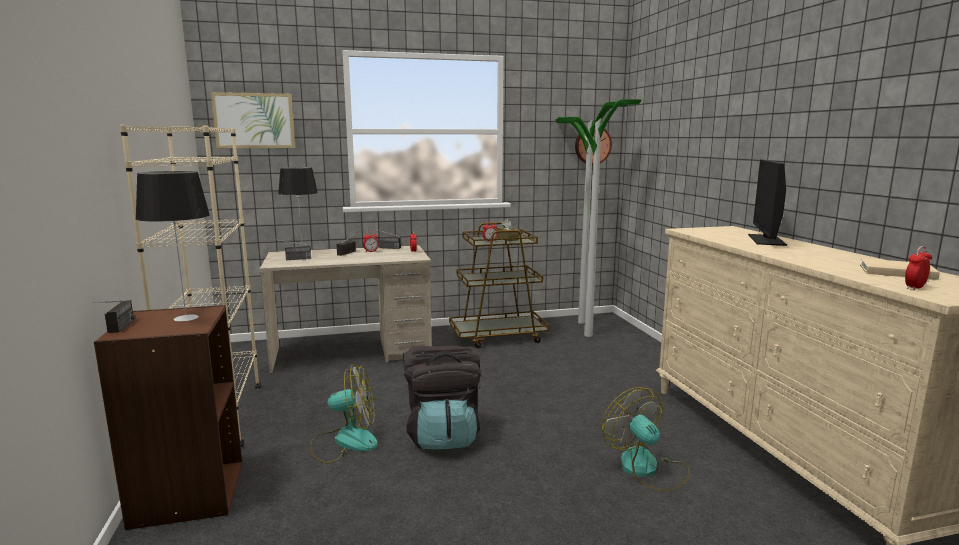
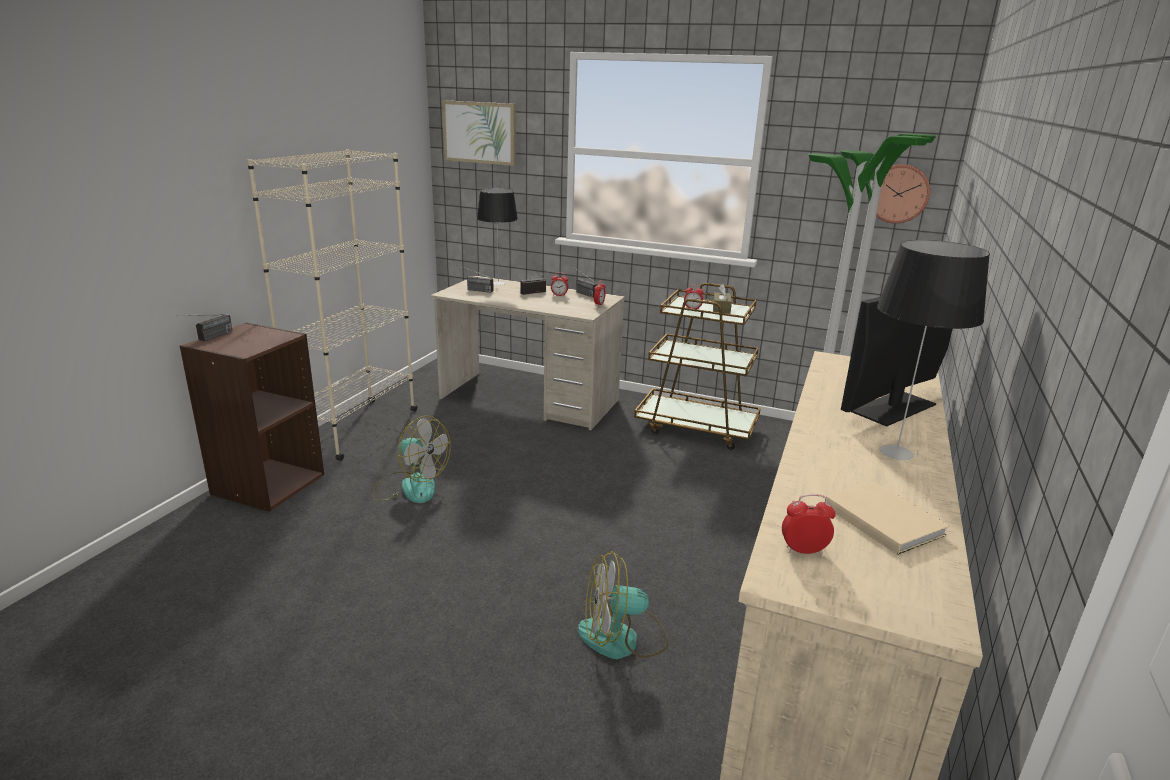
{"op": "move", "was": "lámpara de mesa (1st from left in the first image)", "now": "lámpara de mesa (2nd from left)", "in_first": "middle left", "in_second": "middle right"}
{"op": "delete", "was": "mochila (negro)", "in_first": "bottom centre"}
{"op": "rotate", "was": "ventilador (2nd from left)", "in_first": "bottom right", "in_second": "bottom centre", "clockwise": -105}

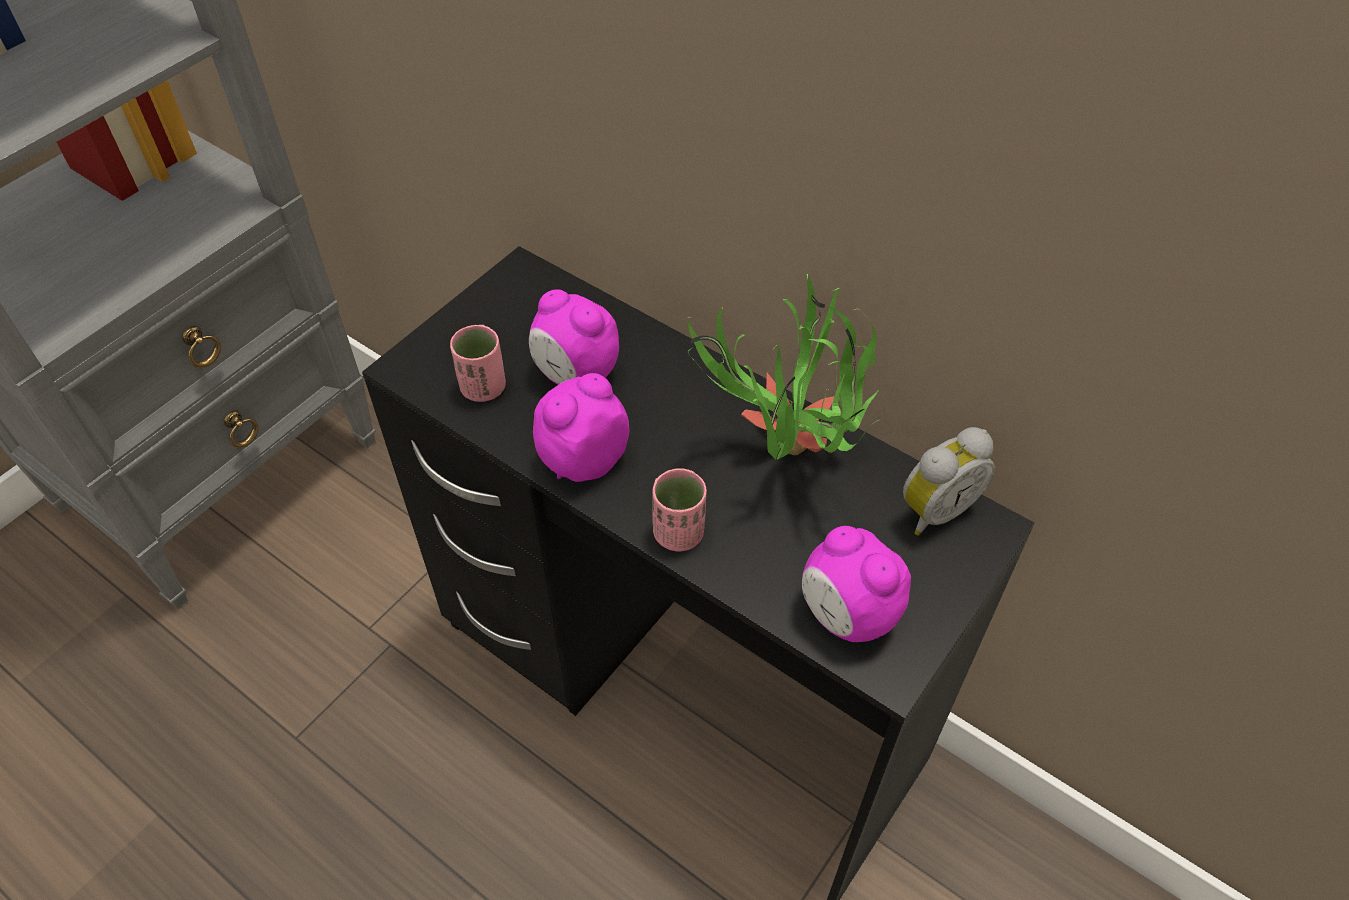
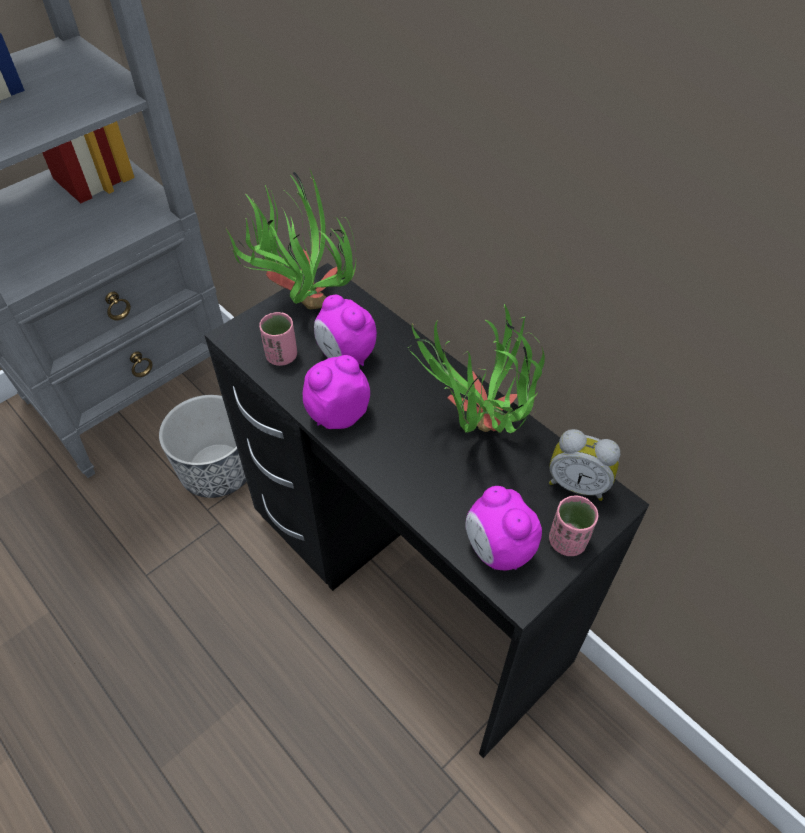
{"op": "rotate", "was": "despertador (4th from left)", "in_first": "middle right", "in_second": "middle right", "clockwise": 45}
{"op": "move", "was": "taza (rosa) (2nd from left)", "in_first": "centre", "in_second": "middle right"}
{"op": "insert", "now": "planta en maceta (1st from left)", "in_second": "top centre"}
{"op": "insert", "now": "maceta", "in_second": "middle left"}

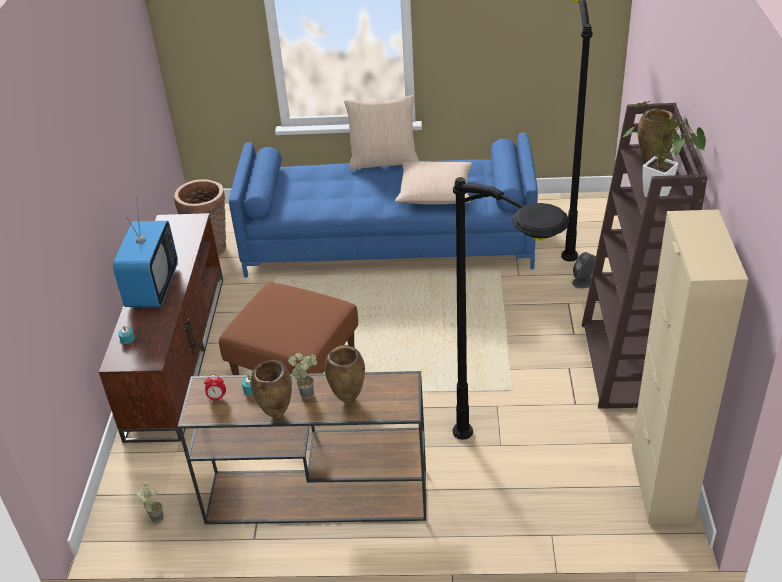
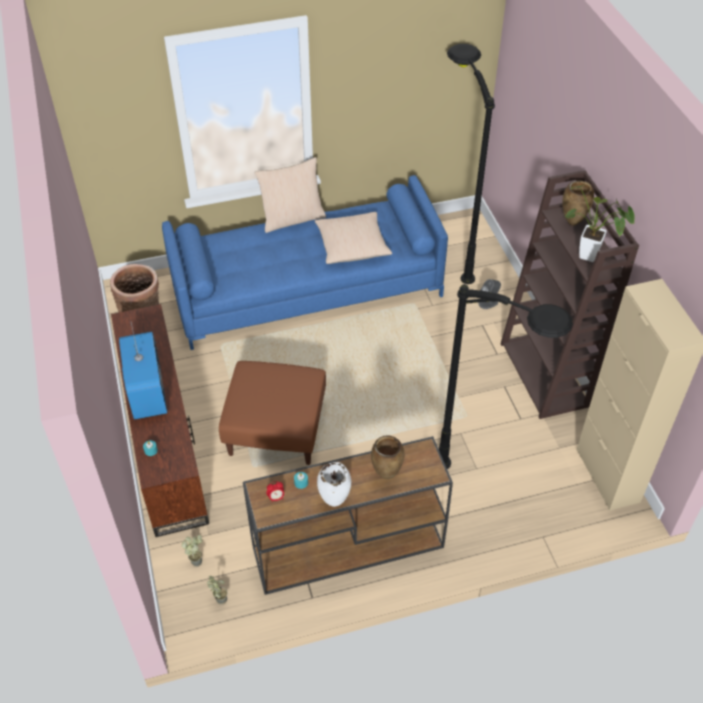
{"op": "move", "was": "planta en maceta (2nd from left in the first image)", "now": "planta en maceta (1st from left)", "in_first": "centre", "in_second": "bottom left"}
{"op": "recolor", "was": "florero (marrón) (1st from left)", "now": "florero (blanco)", "in_first": "bottom centre", "in_second": "bottom centre"}

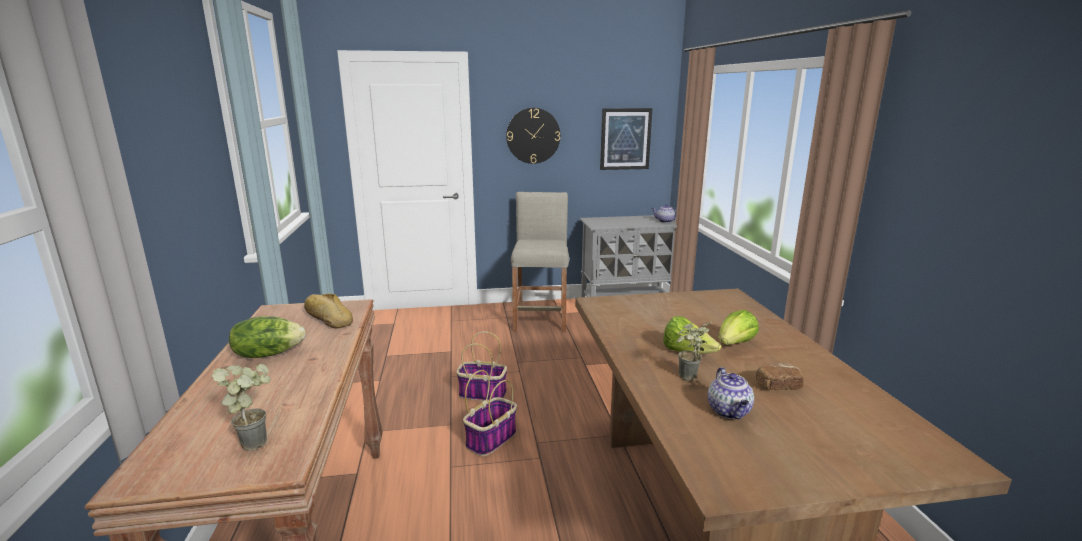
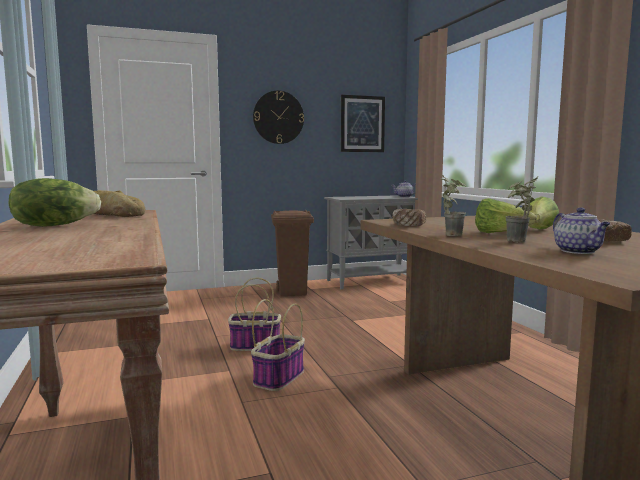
{"op": "replace", "was": "taburete (beis)", "now": "papelera (marrón)", "in_first": "centre", "in_second": "centre"}
{"op": "move", "was": "planta en maceta (1st from left)", "in_first": "bottom left", "in_second": "middle right"}
{"op": "insert", "now": "pan (2nd from left)", "in_second": "centre"}

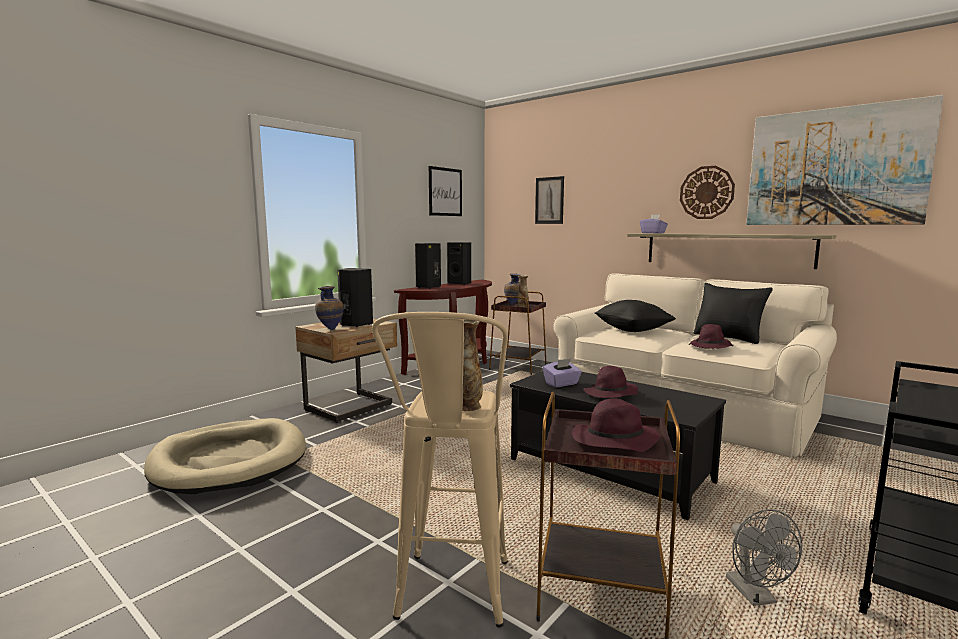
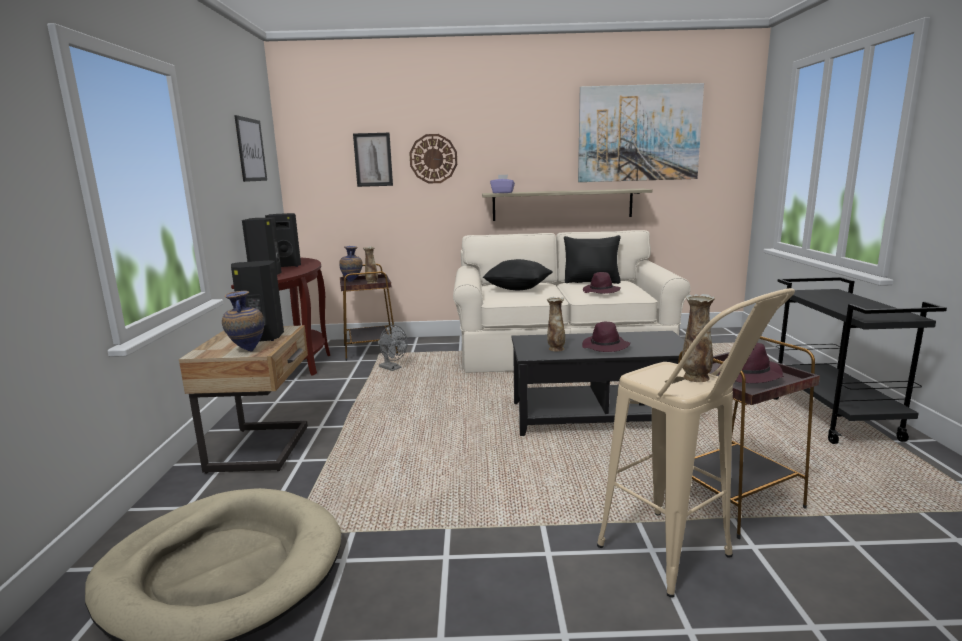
{"op": "move", "was": "reloj de pared", "in_first": "top right", "in_second": "top centre"}
{"op": "replace", "was": "caja de pañuelos (morado) (1st from left)", "now": "florero (4th from left)", "in_first": "centre", "in_second": "centre"}
{"op": "move", "was": "ventilador (gris)", "in_first": "bottom right", "in_second": "centre"}

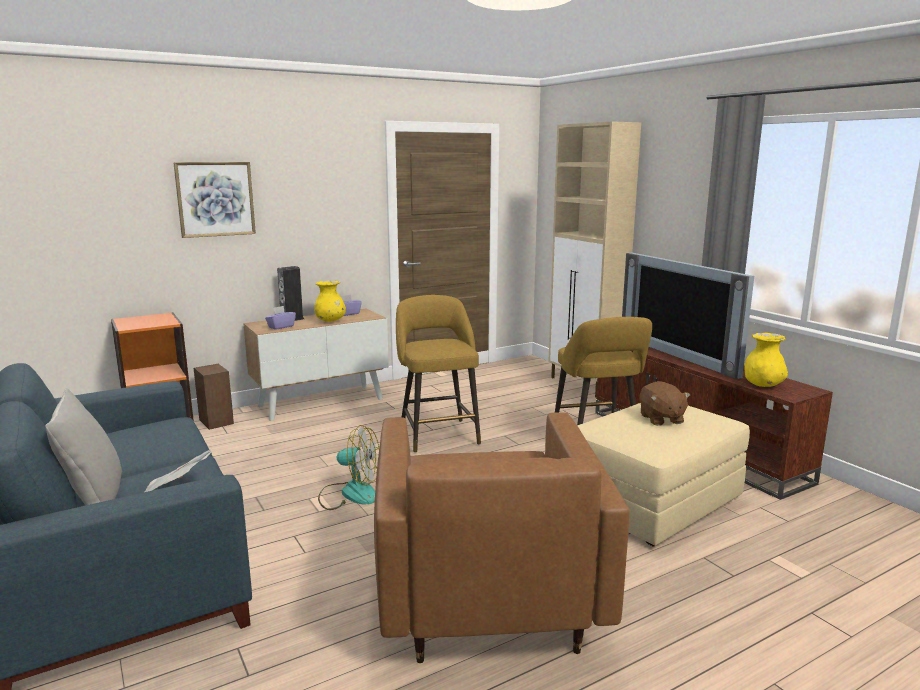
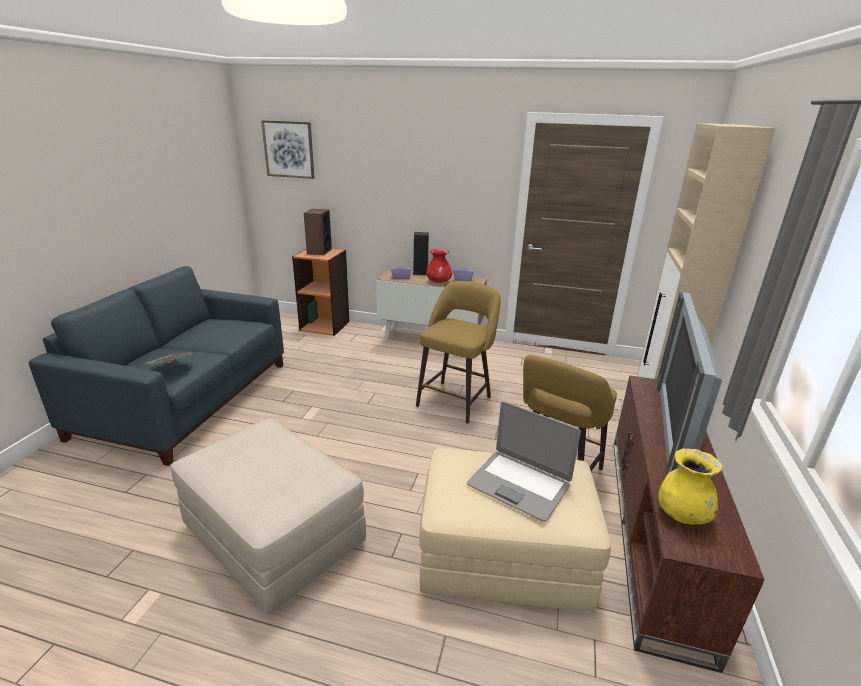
{"op": "move", "was": "cuadro", "in_first": "top left", "in_second": "top centre"}
{"op": "recolor", "was": "florero (amarillo) (1st from left)", "now": "florero (rojo)", "in_first": "centre", "in_second": "centre"}
{"op": "move", "was": "altavoz (1st from left)", "in_first": "middle left", "in_second": "centre"}
{"op": "replace", "was": "peluche (marrón)", "now": "portátil", "in_first": "middle right", "in_second": "bottom centre"}
{"op": "delete", "was": "cojín (gris)", "in_first": "middle left"}
{"op": "replace", "was": "sillón (marrón)", "now": "puf (beis) (1st from left)", "in_first": "bottom centre", "in_second": "bottom left"}
{"op": "delete", "was": "ventilador", "in_first": "bottom centre"}

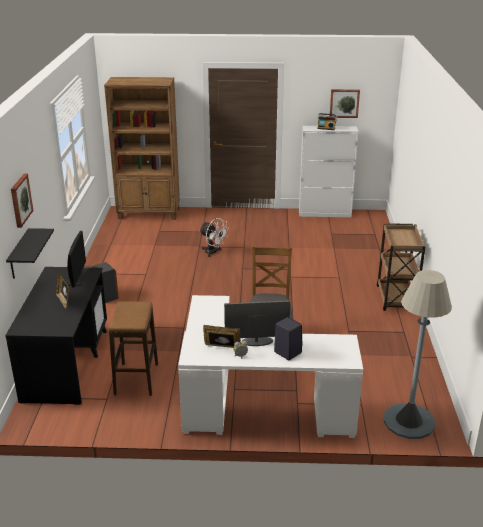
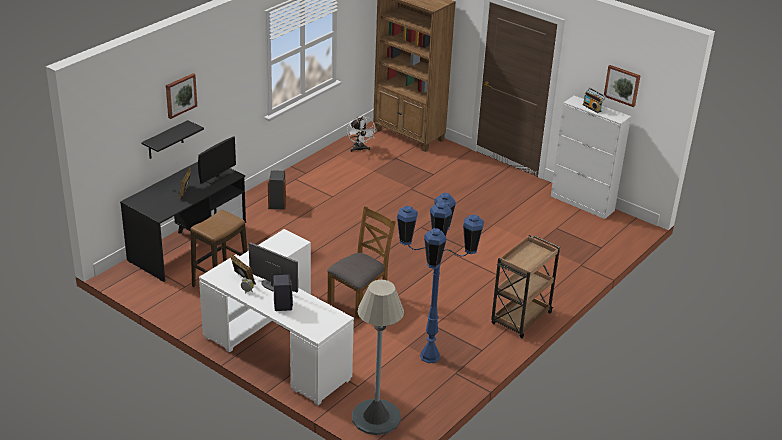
{"op": "move", "was": "ventilador (blanco)", "in_first": "centre", "in_second": "top centre"}
{"op": "insert", "now": "lámpara de pie (azul)", "in_second": "centre"}

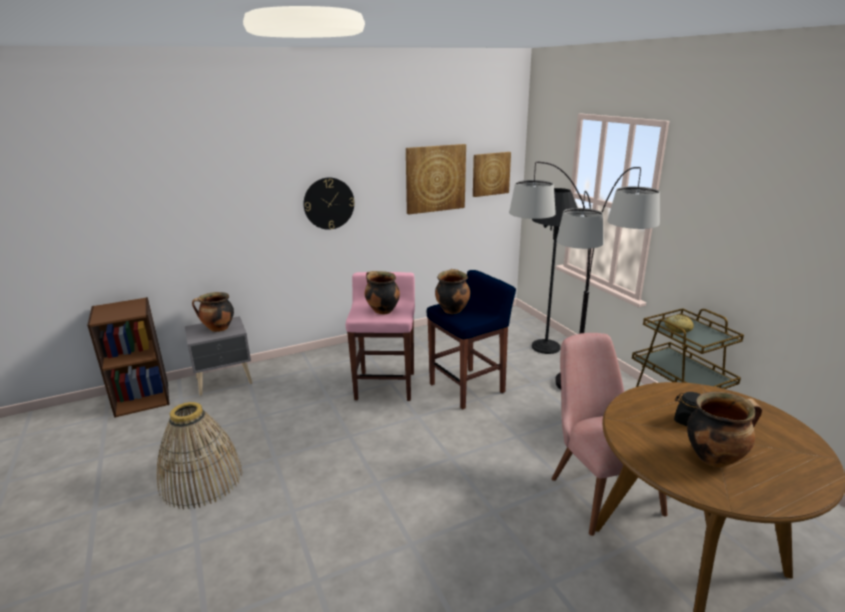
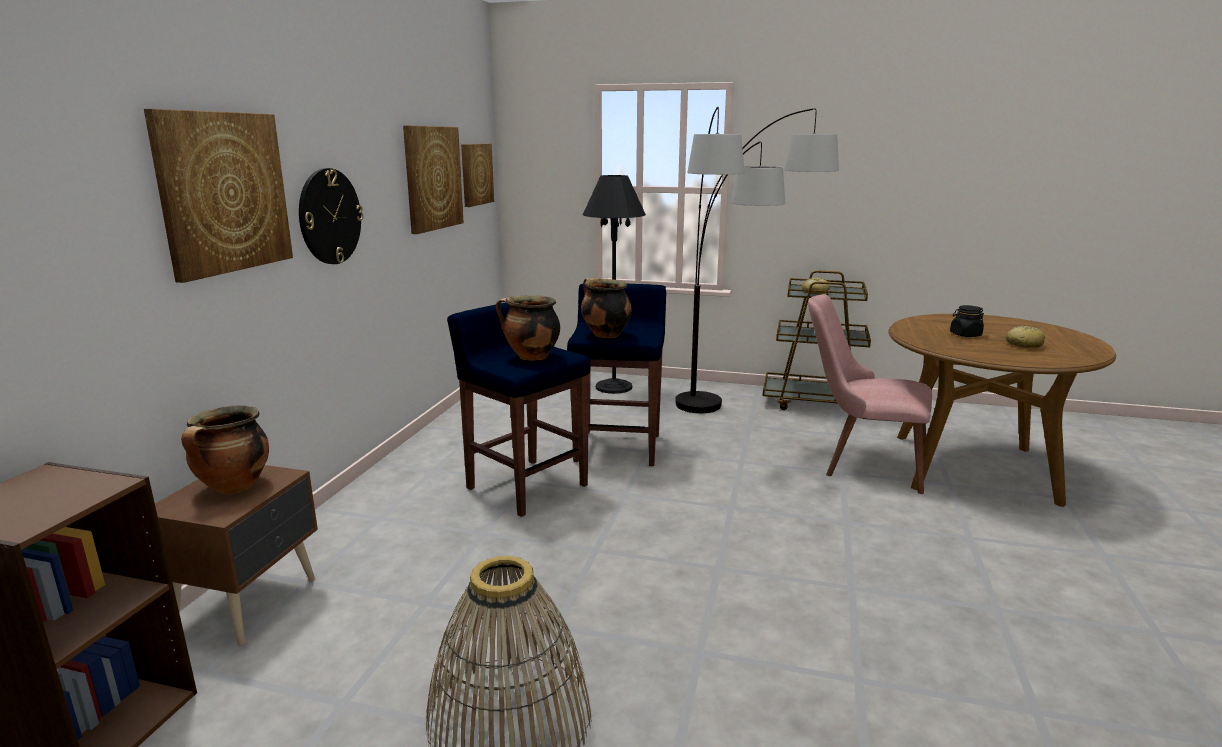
{"op": "recolor", "was": "taburete (rosa)", "now": "taburete (azul) (1st from left)", "in_first": "centre", "in_second": "centre"}
{"op": "recolor", "was": "mesita de noche (gris)", "now": "mesita de noche (marrón)", "in_first": "middle left", "in_second": "bottom left"}
{"op": "replace", "was": "olla (4th from left)", "now": "pan (2nd from left)", "in_first": "bottom right", "in_second": "middle right"}
{"op": "insert", "now": "cuadro (1st from left)", "in_second": "top left"}

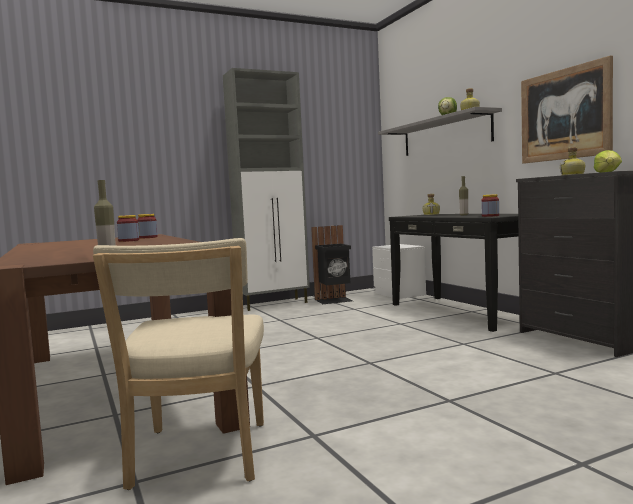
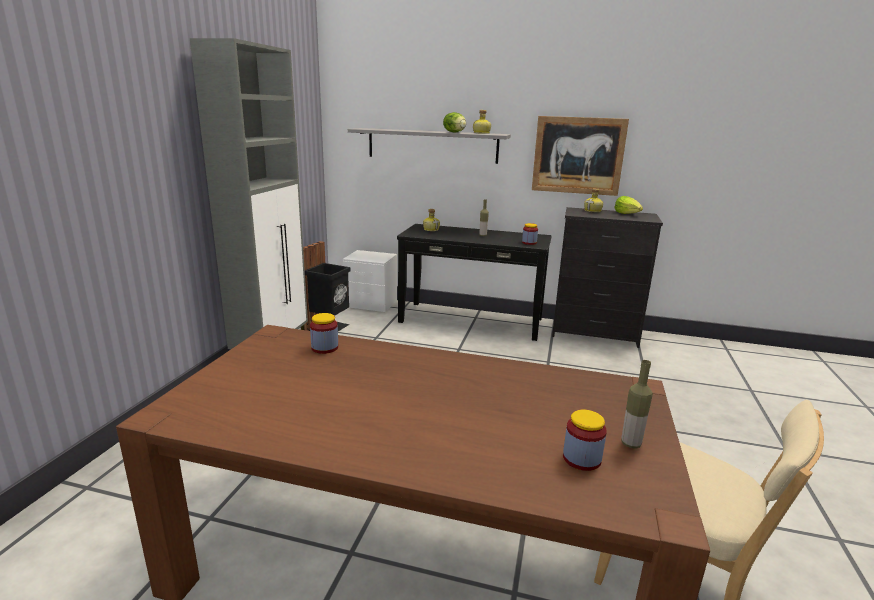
{"op": "move", "was": "tarro (1st from left in the first image)", "now": "tarro (3rd from left)", "in_first": "middle left", "in_second": "bottom right"}

